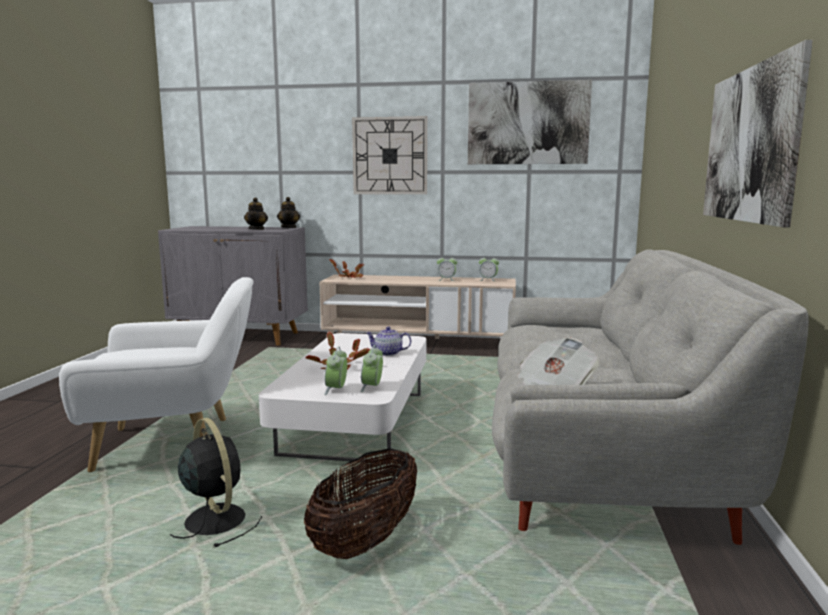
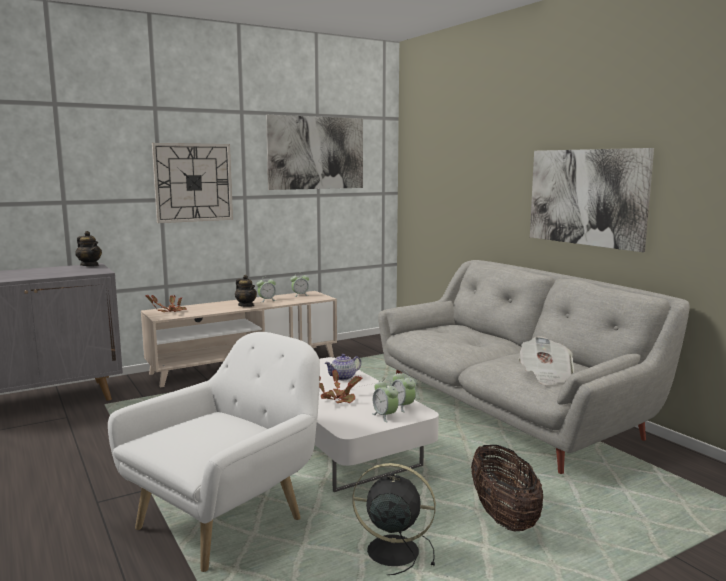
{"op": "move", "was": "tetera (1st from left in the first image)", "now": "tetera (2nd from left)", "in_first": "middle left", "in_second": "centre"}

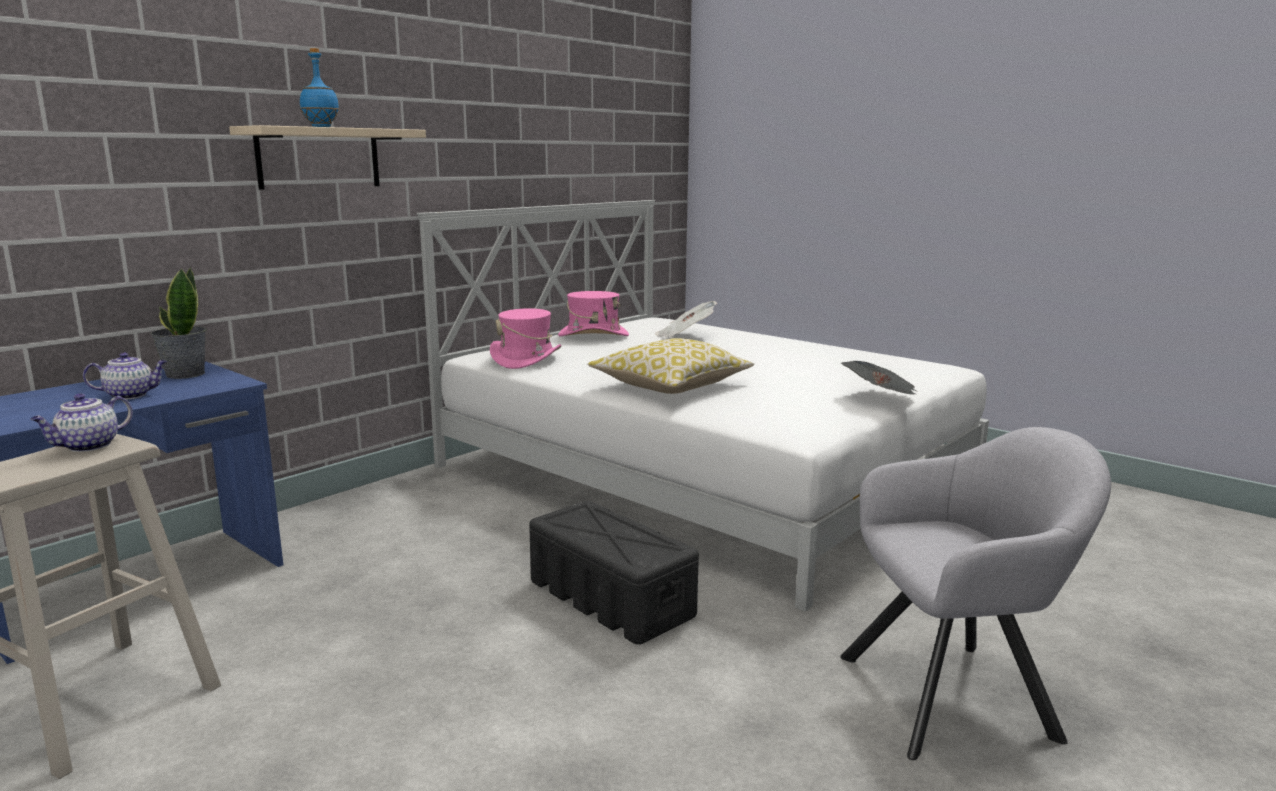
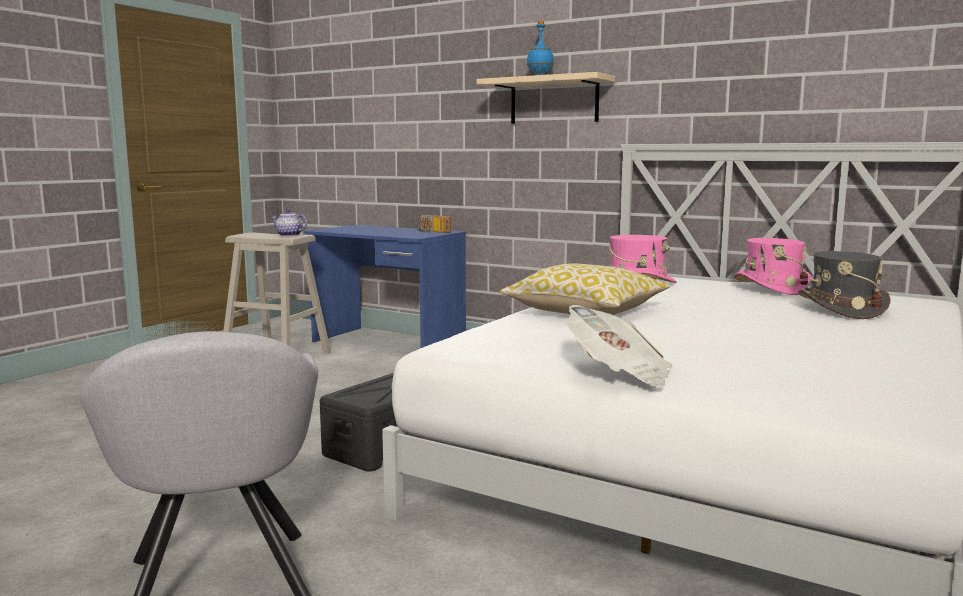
{"op": "replace", "was": "planta en maceta", "now": "radio", "in_first": "middle left", "in_second": "centre"}
{"op": "replace", "was": "periódico (1st from left)", "now": "sombrero (gris)", "in_first": "centre", "in_second": "middle right"}
{"op": "delete", "was": "tetera (2nd from left)", "in_first": "middle left"}

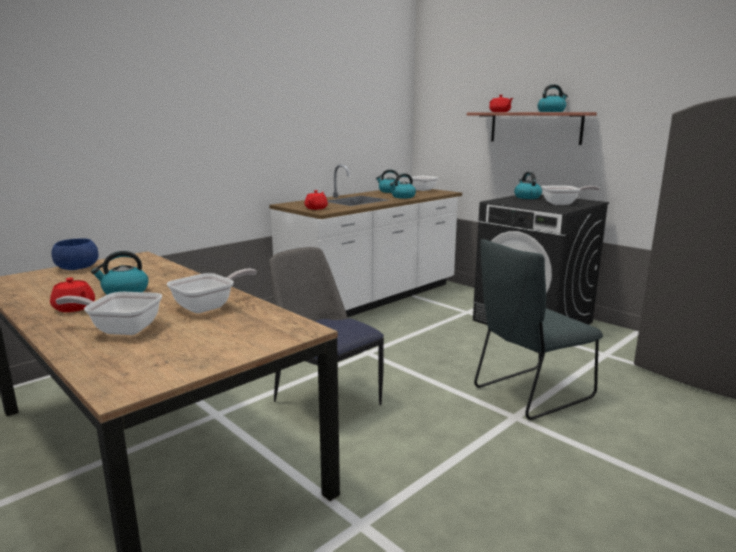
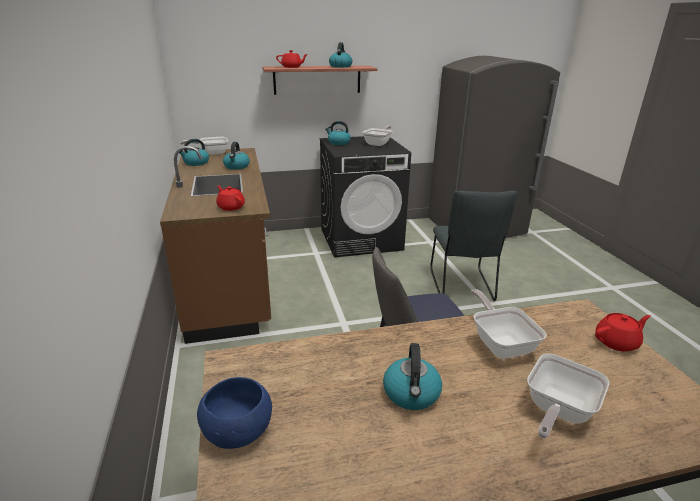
{"op": "recolor", "was": "mueble bajo de cocina (blanco)", "now": "mueble bajo de cocina (marrón)", "in_first": "centre", "in_second": "middle left"}
{"op": "move", "was": "tetera (rojo) (1st from left in the first image)", "now": "tetera (rojo) (3rd from left)", "in_first": "middle left", "in_second": "middle right"}

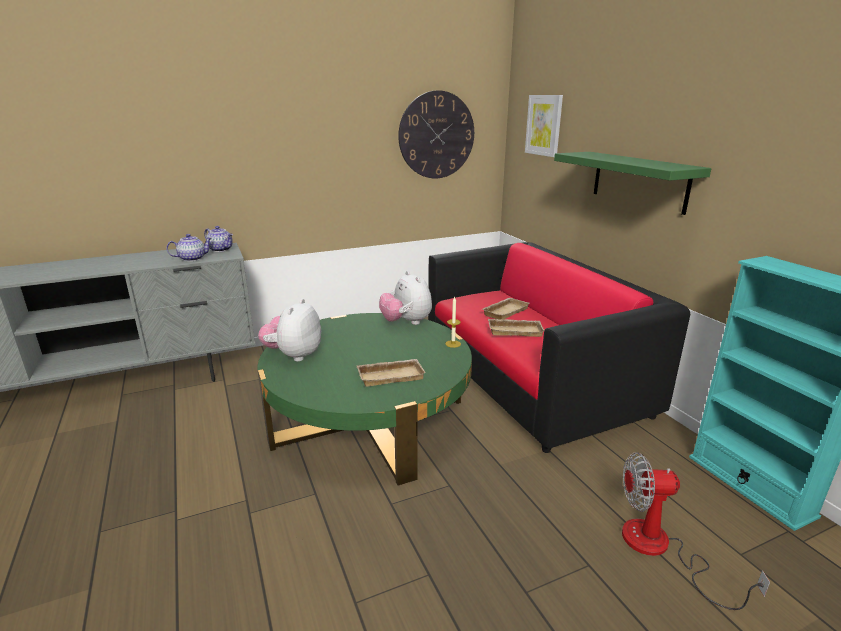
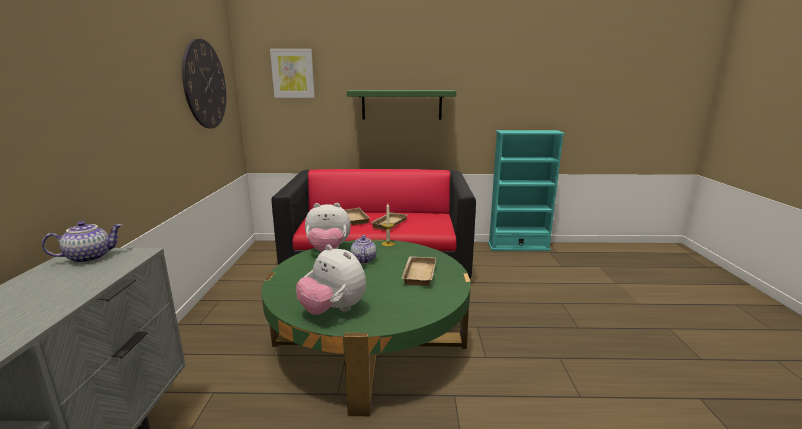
{"op": "move", "was": "tetera (1st from left in the first image)", "now": "tetera (2nd from left)", "in_first": "middle left", "in_second": "centre"}
{"op": "delete", "was": "ventilador", "in_first": "bottom right"}

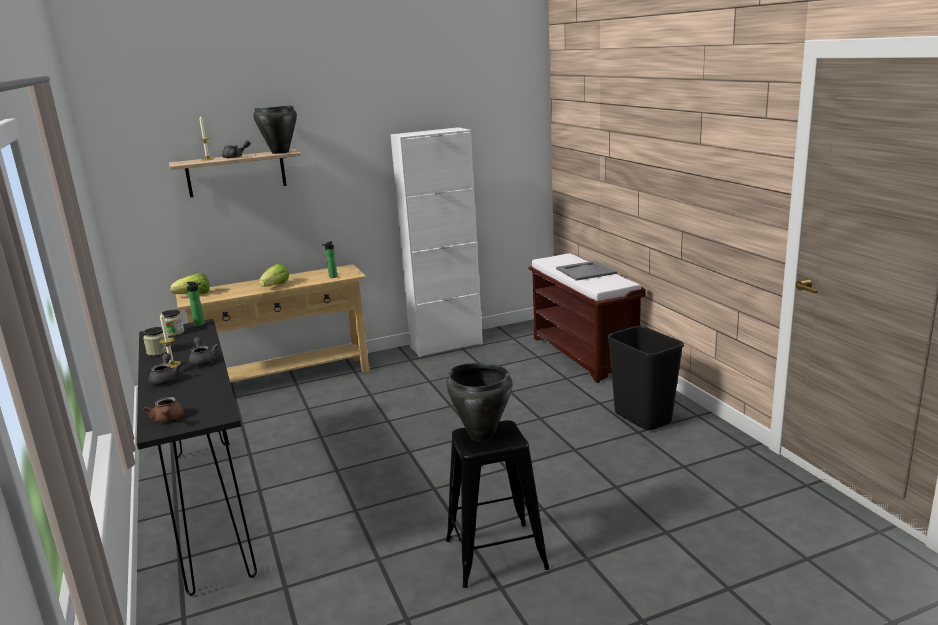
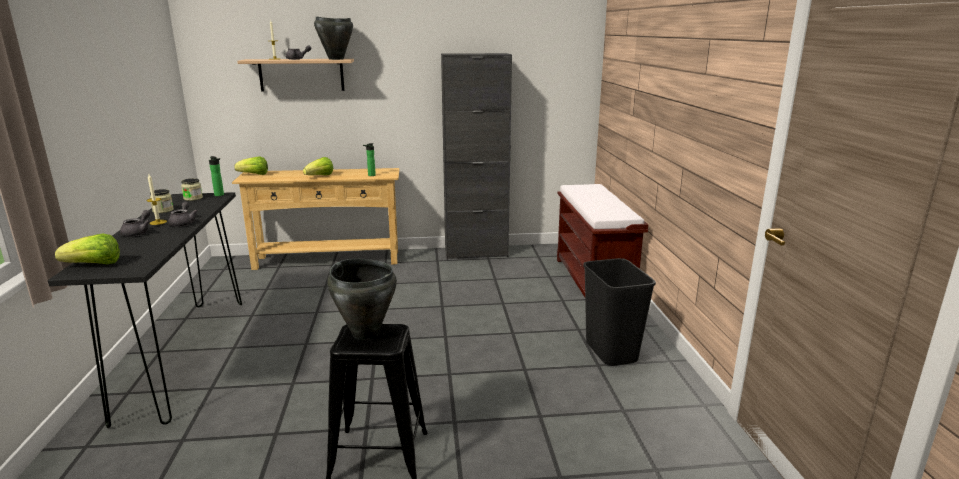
{"op": "recolor", "was": "armario (blanco)", "now": "armario (negro)", "in_first": "centre", "in_second": "top centre"}
{"op": "delete", "was": "bandeja (gris)", "in_first": "centre"}
{"op": "replace", "was": "tetera (marrón)", "now": "lechuga (1st from left)", "in_first": "middle left", "in_second": "middle left"}

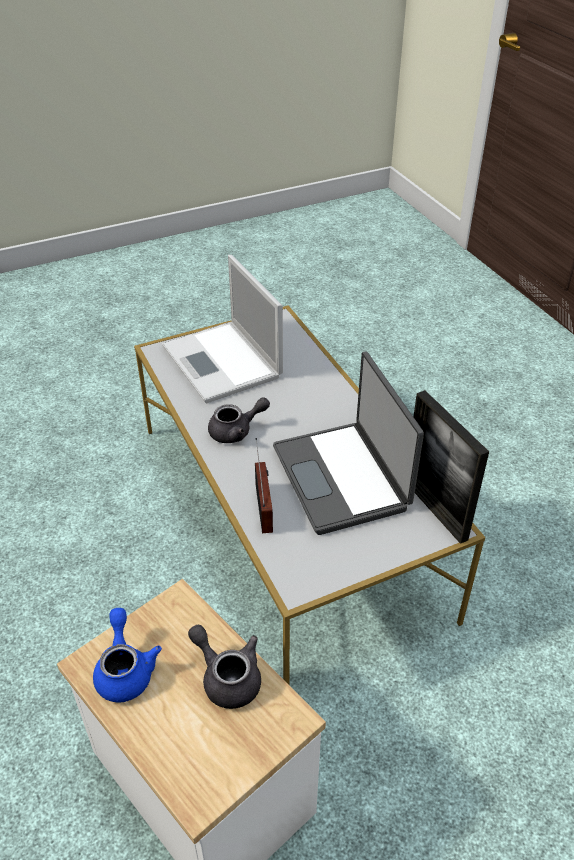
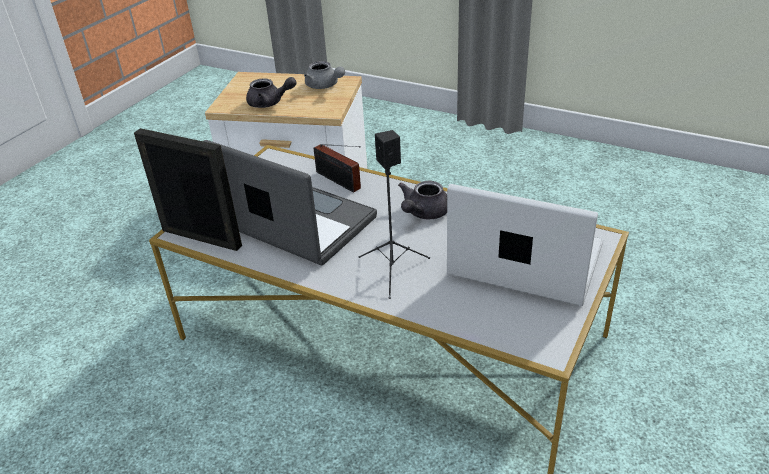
{"op": "recolor", "was": "tetera (azul)", "now": "tetera (gris) (2nd from left)", "in_first": "bottom left", "in_second": "top centre"}
{"op": "insert", "now": "altavoz (negro)", "in_second": "centre"}

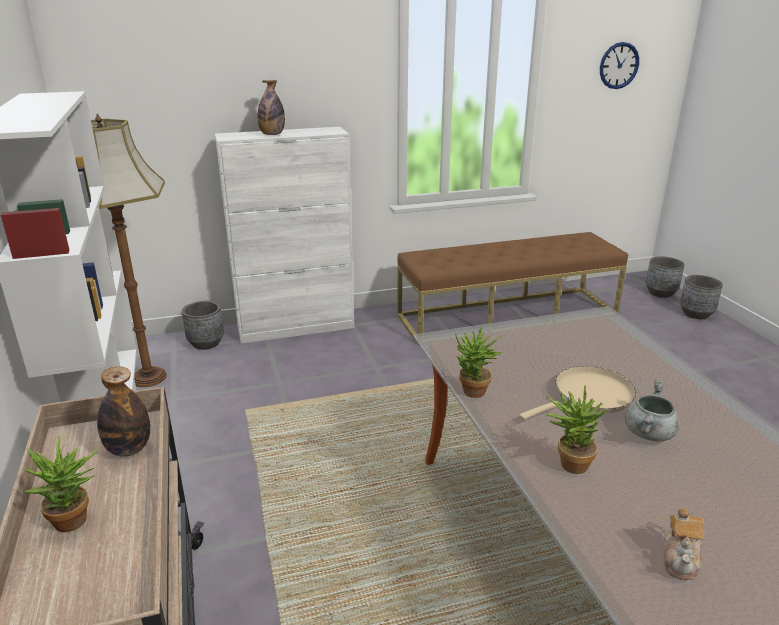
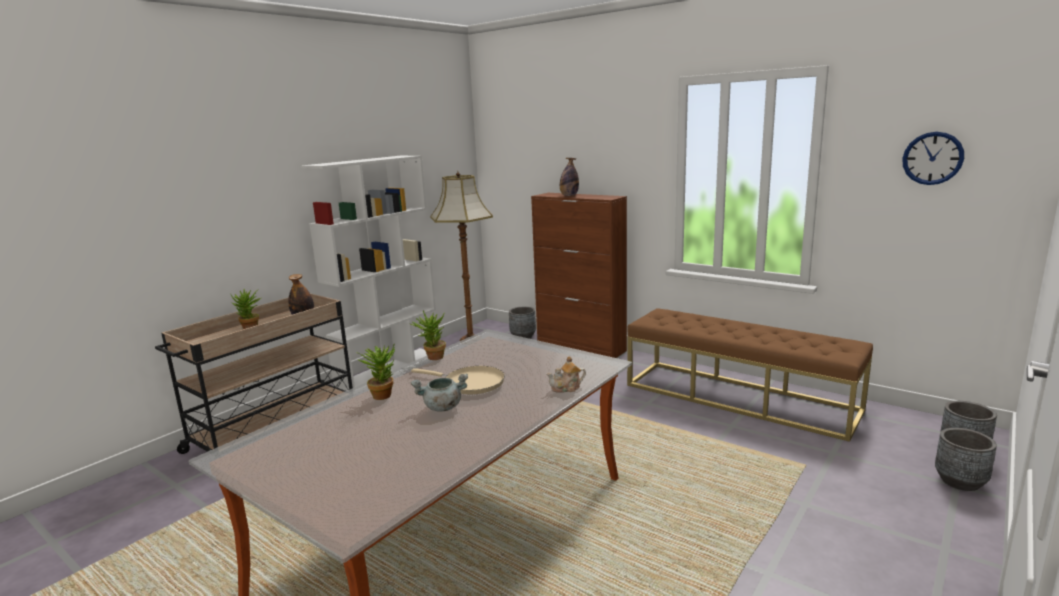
{"op": "recolor", "was": "armario (blanco)", "now": "armario (marrón)", "in_first": "centre", "in_second": "centre"}
{"op": "move", "was": "tetera", "in_first": "bottom right", "in_second": "centre"}

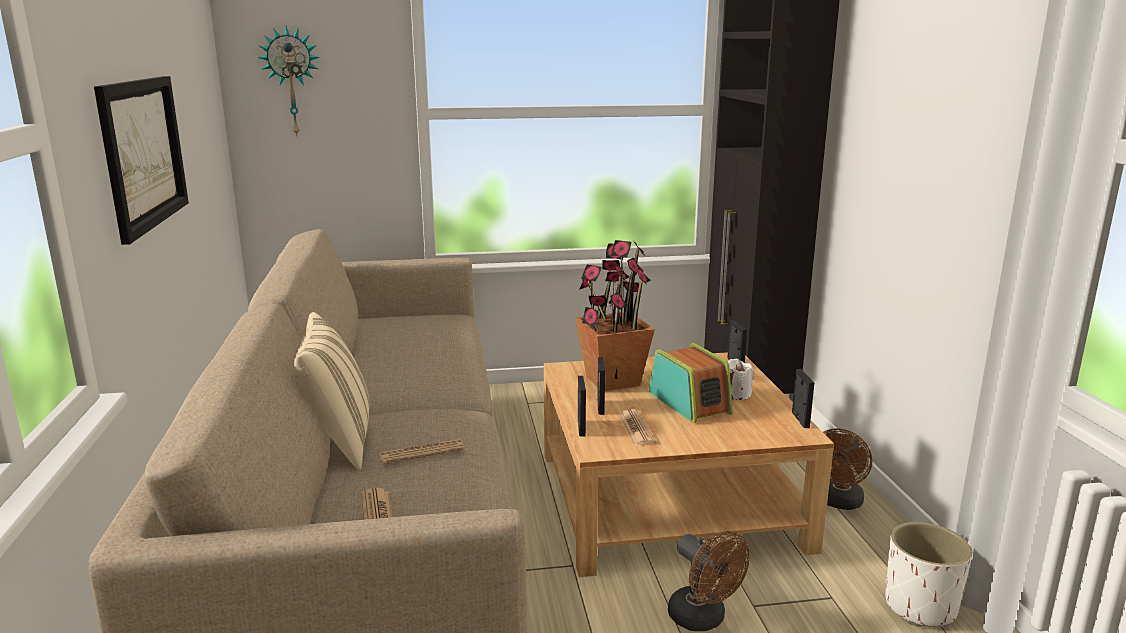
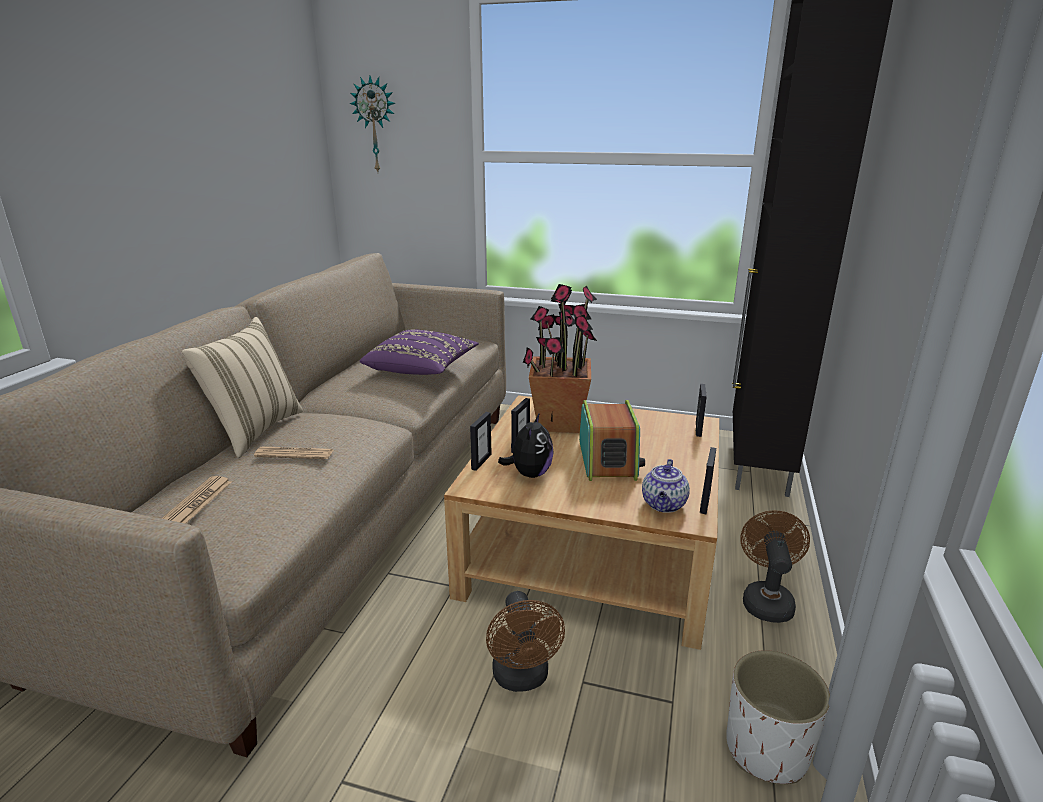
{"op": "delete", "was": "cuadro", "in_first": "top left"}
{"op": "delete", "was": "vela (blanco)", "in_first": "centre"}
{"op": "replace", "was": "periódico (3rd from left)", "now": "peluche", "in_first": "bottom centre", "in_second": "centre"}
{"op": "rotate", "was": "ventilador (marrón) (2nd from left)", "in_first": "bottom right", "in_second": "bottom right", "clockwise": 135}
{"op": "insert", "now": "cojín (morado)", "in_second": "centre"}
{"op": "insert", "now": "tetera", "in_second": "centre"}

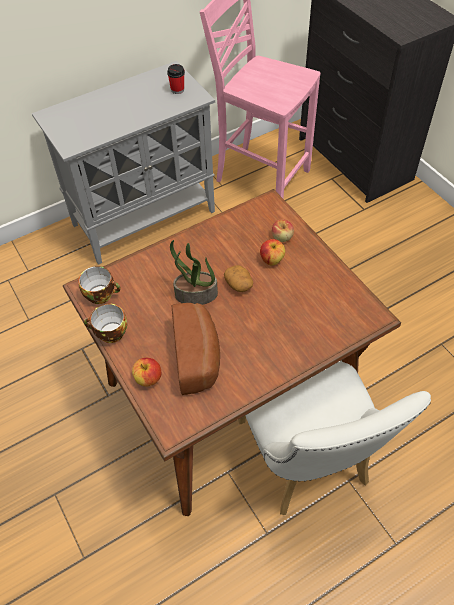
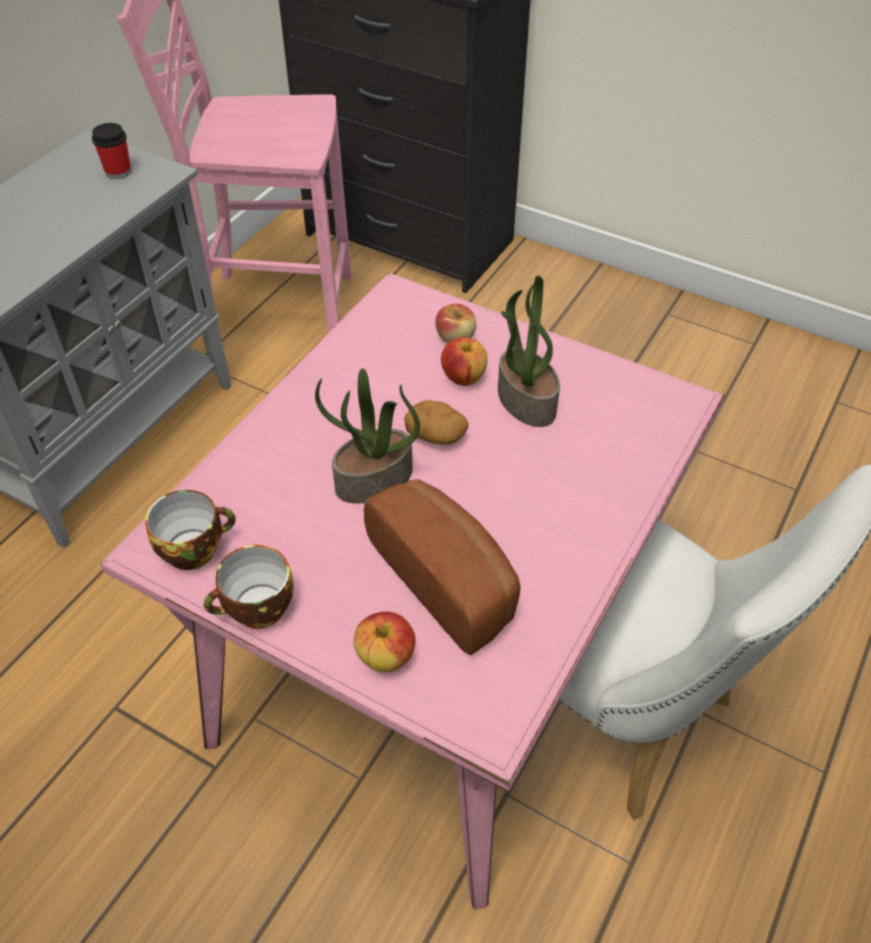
{"op": "recolor", "was": "mesa de comedor (marrón)", "now": "mesa de comedor (rosa)", "in_first": "centre", "in_second": "centre"}
{"op": "insert", "now": "planta en maceta (2nd from left)", "in_second": "centre"}

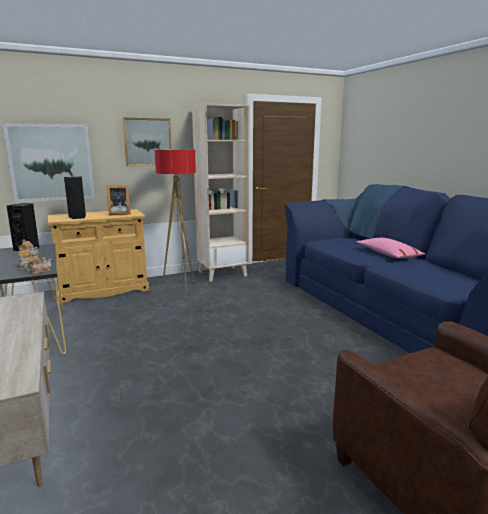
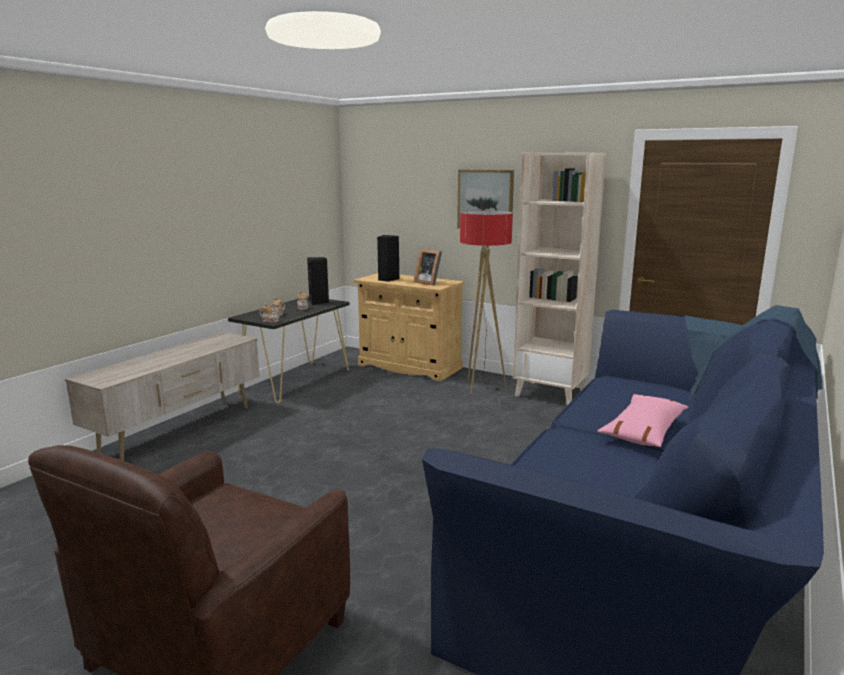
{"op": "delete", "was": "cuadro (1st from left)", "in_first": "top left"}

